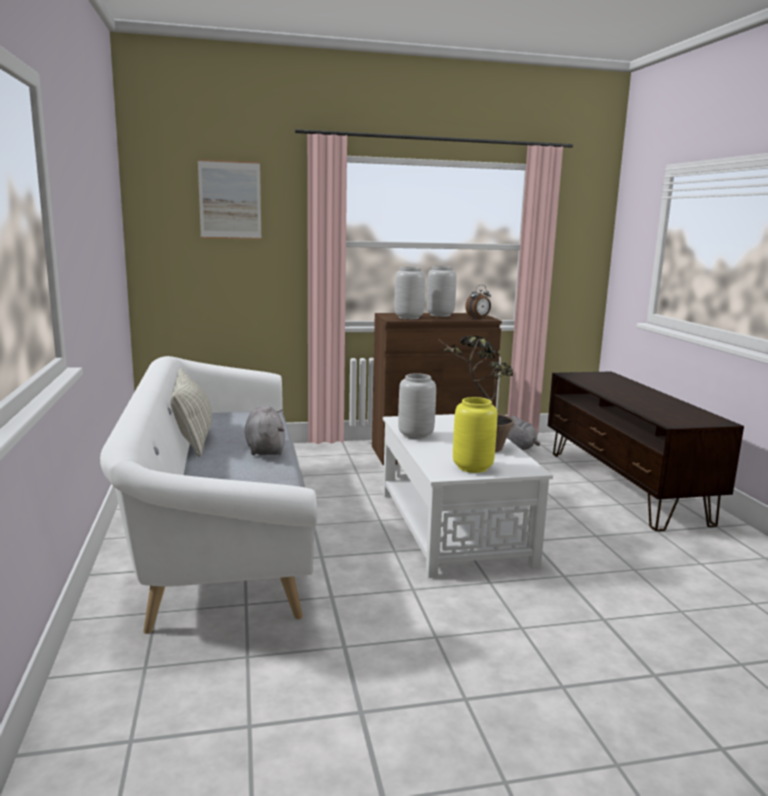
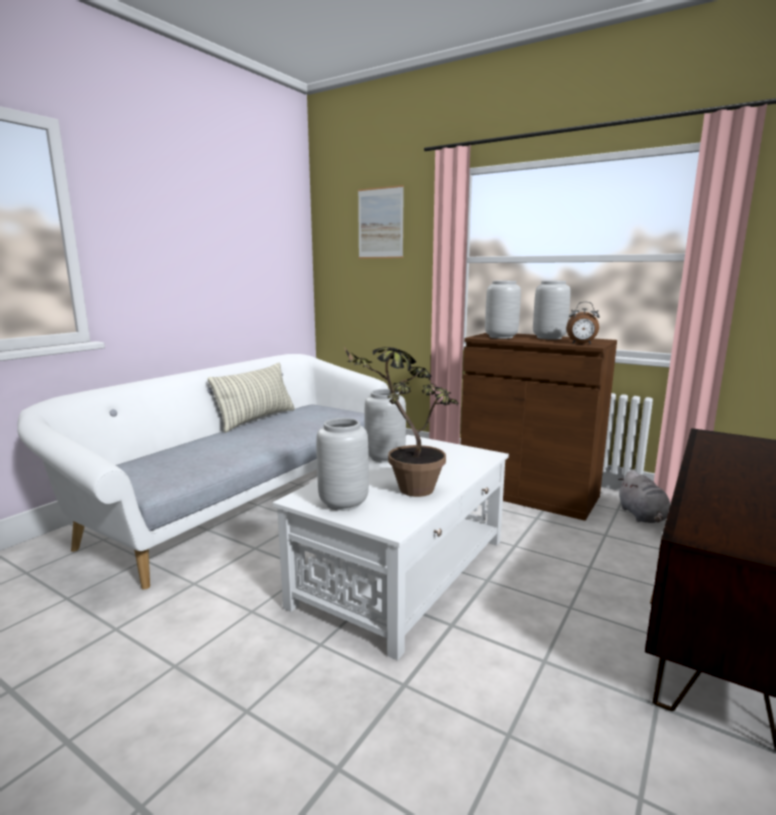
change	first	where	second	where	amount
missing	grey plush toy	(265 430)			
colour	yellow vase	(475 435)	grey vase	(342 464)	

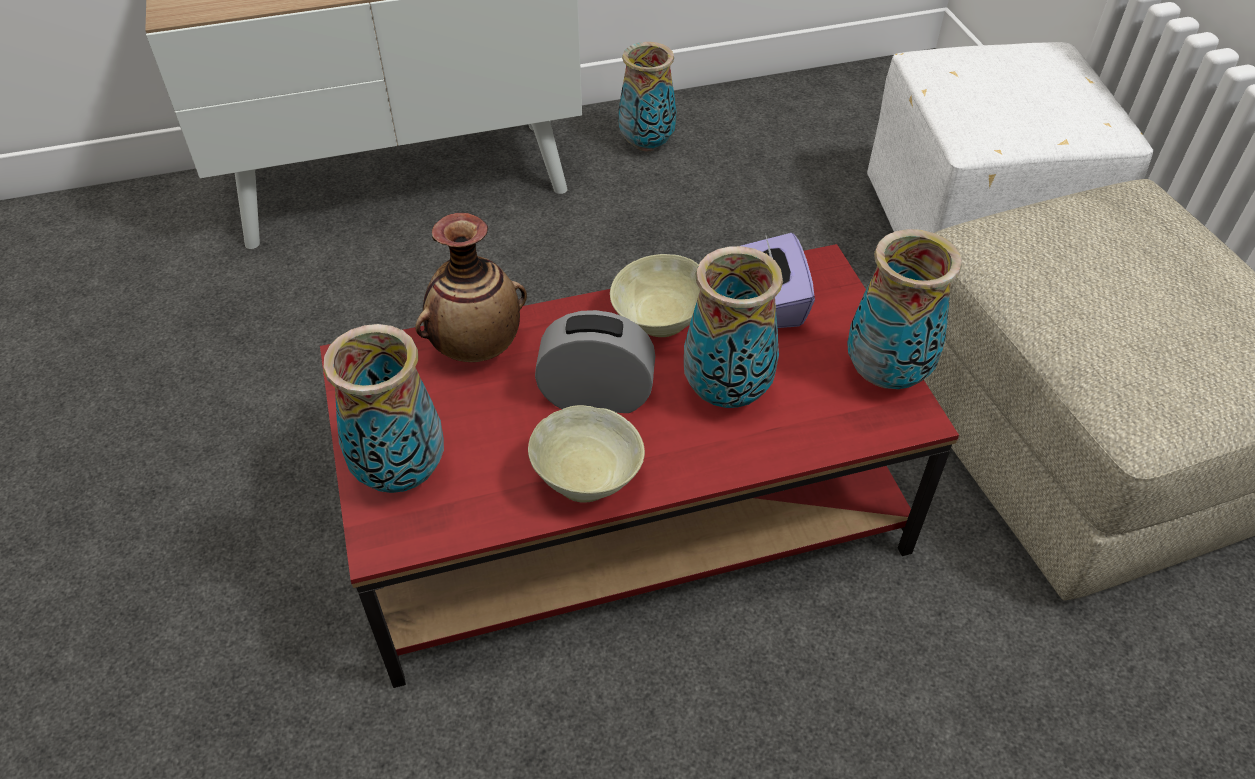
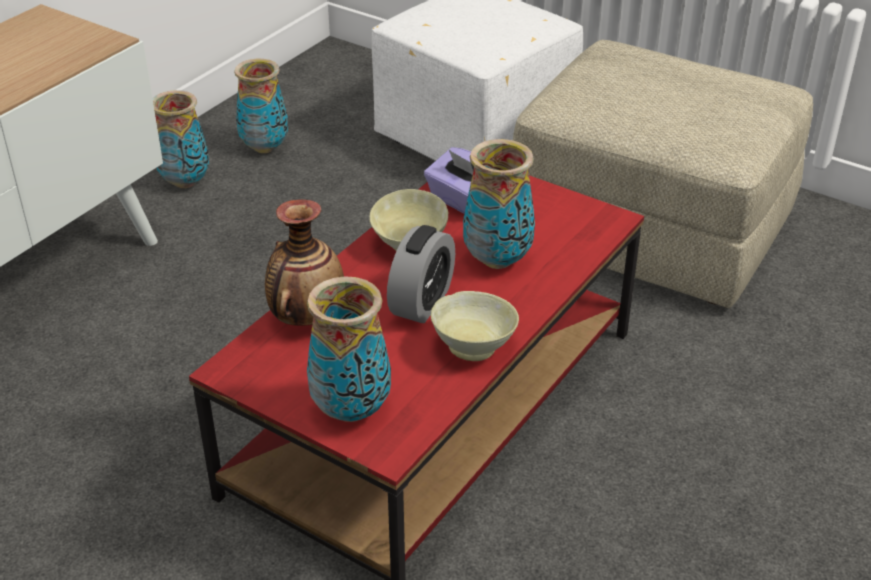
change	first	where	second	where	amount
relocated	vase	(904 309)		(261 106)	
spun	alarm clock	(595 361)		(421 274)	150 degrees clockwise

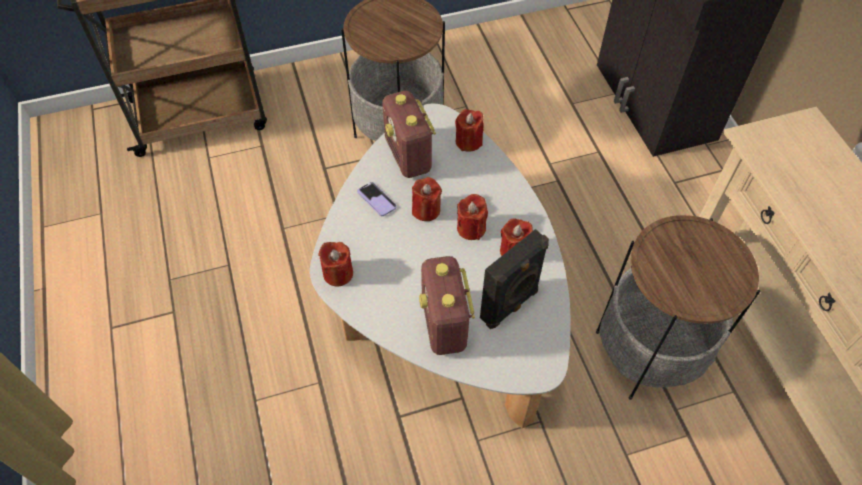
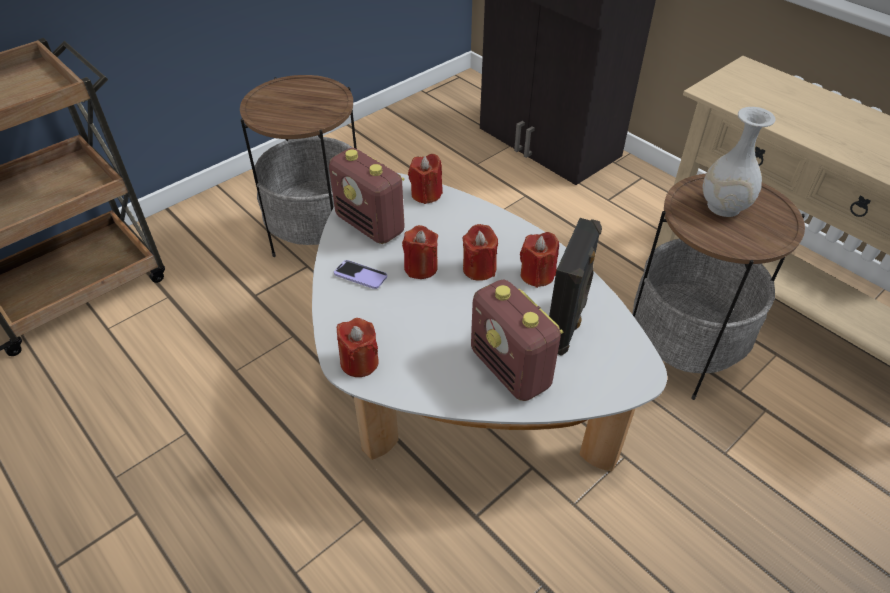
change	first	where	second	where	amount
appeared			white vase	(739 162)	

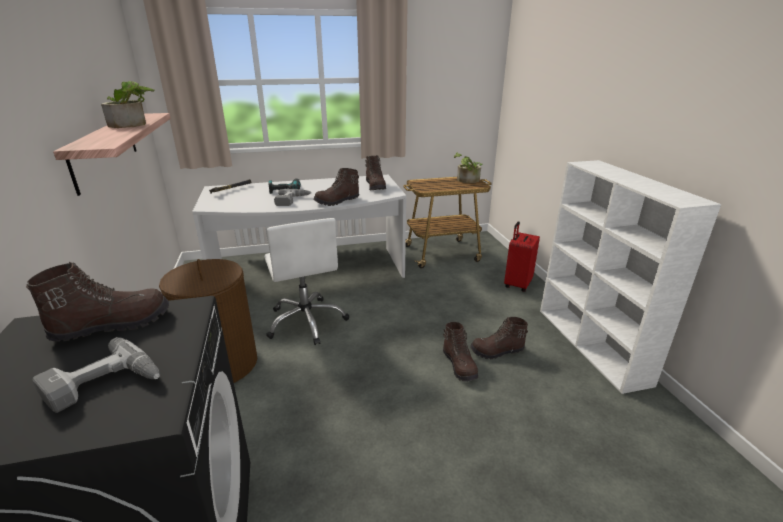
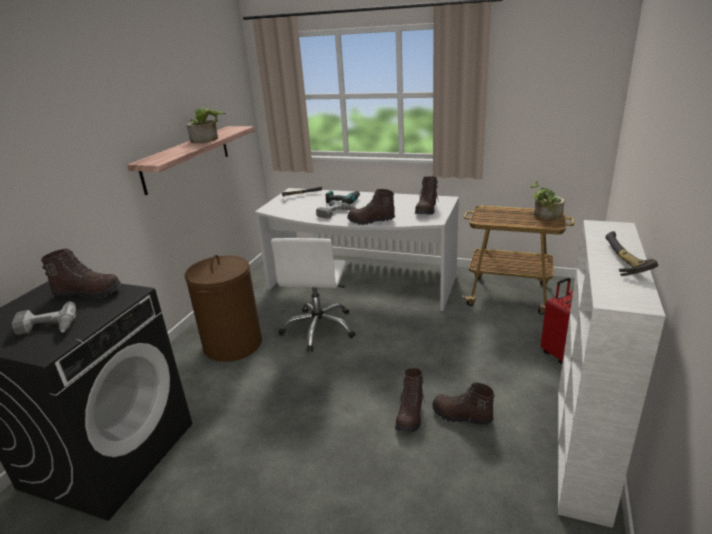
change	first	where	second	where	amount
appeared			hammer	(632 253)	

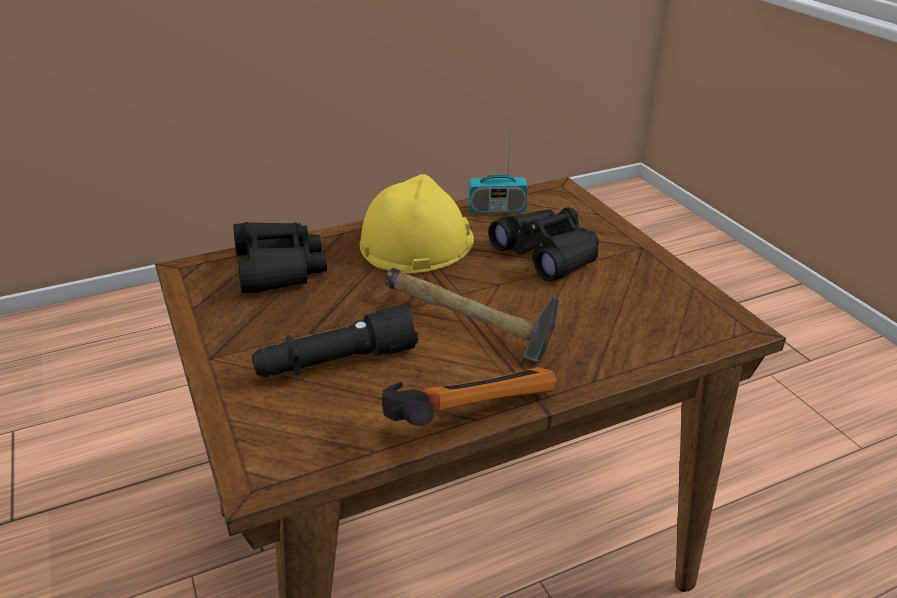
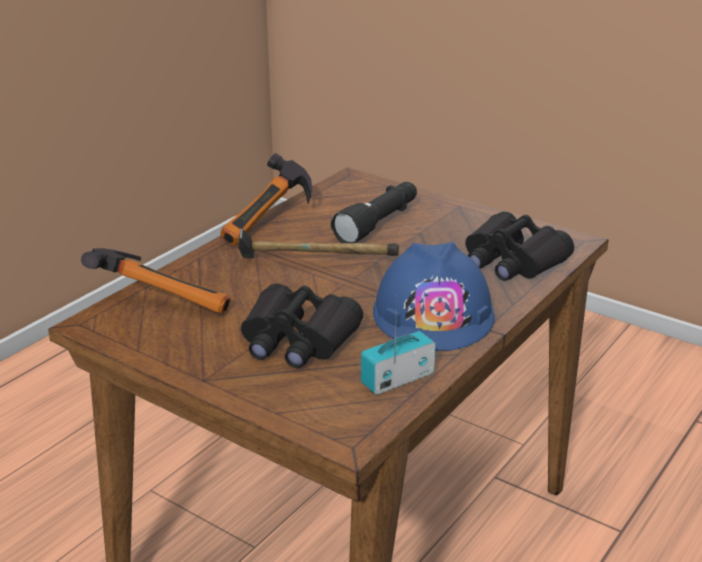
change	first	where	second	where	amount
appeared			hammer	(156 280)	
colour	yellow hard hat	(417 223)	blue hard hat	(434 296)	

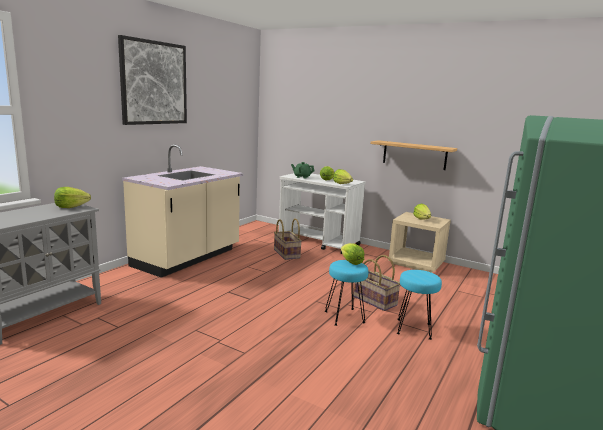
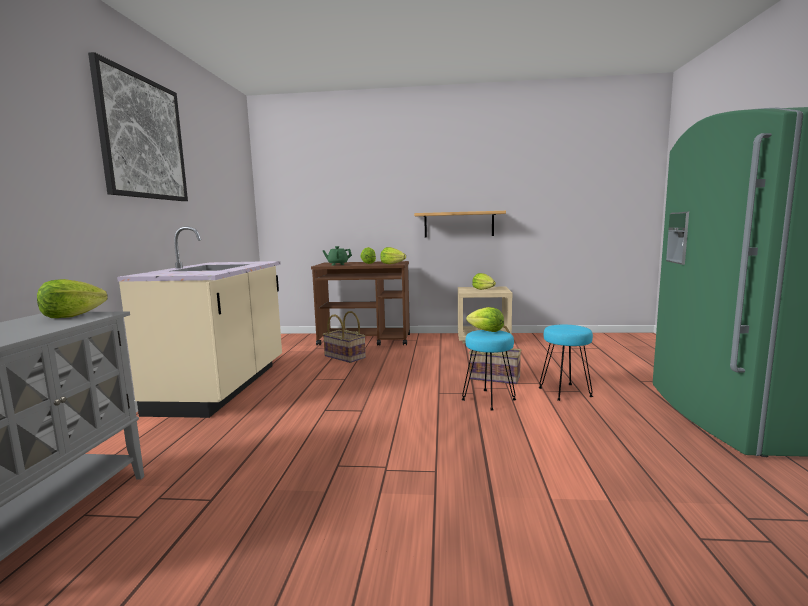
change	first	where	second	where	amount
colour	white cart	(322 213)	brown cart	(360 303)	

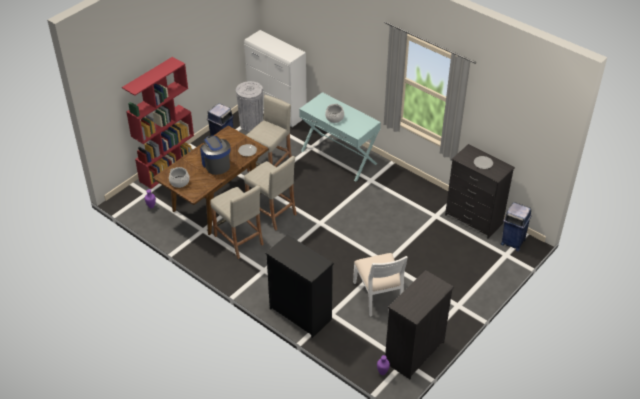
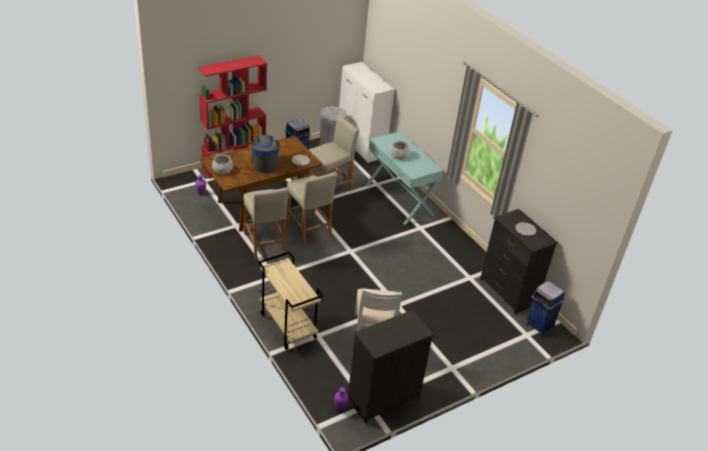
change	first	where	second	where	amount
exchanged	black dresser	(299 286)	beige cart	(291 301)	

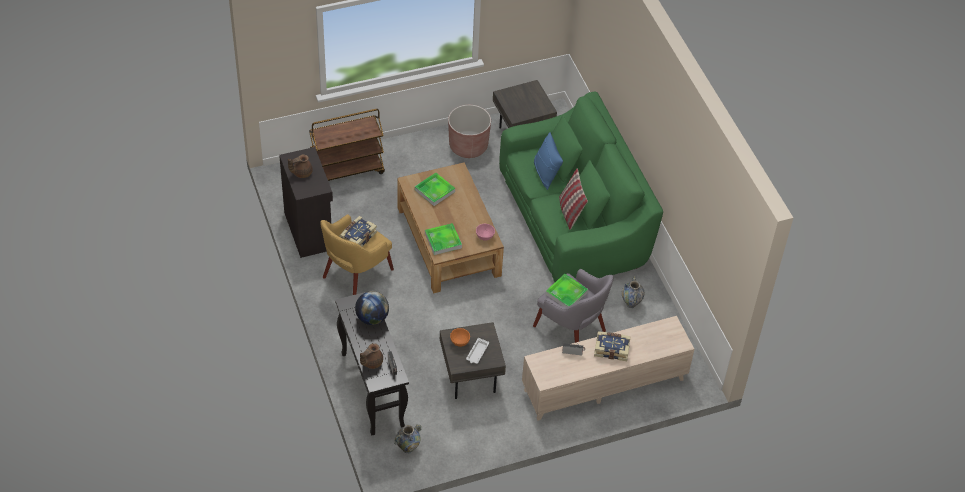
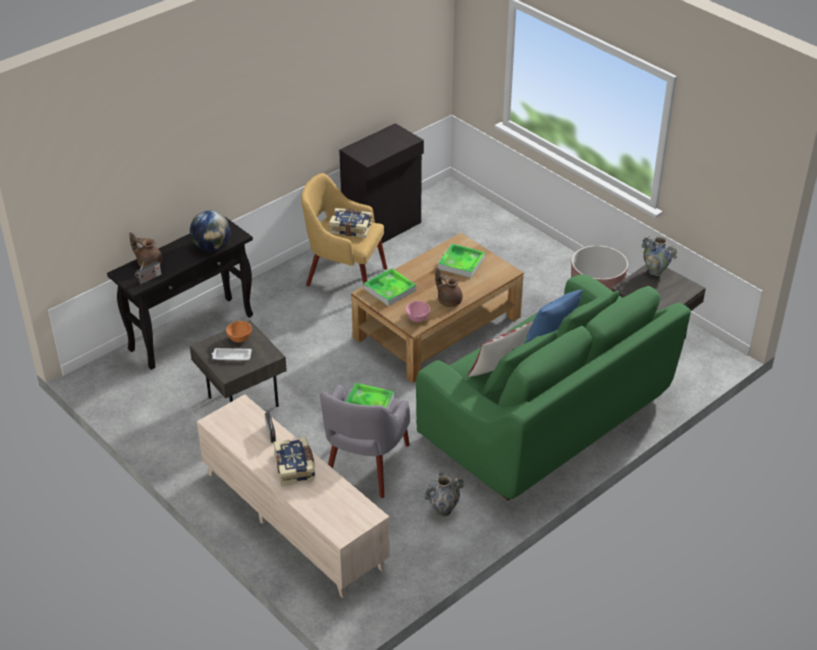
change	first	where	second	where	amount
missing	brown cart	(347 145)			
relocated	brown teapot	(300 166)		(449 287)	
relocated	vase	(408 439)		(659 256)	

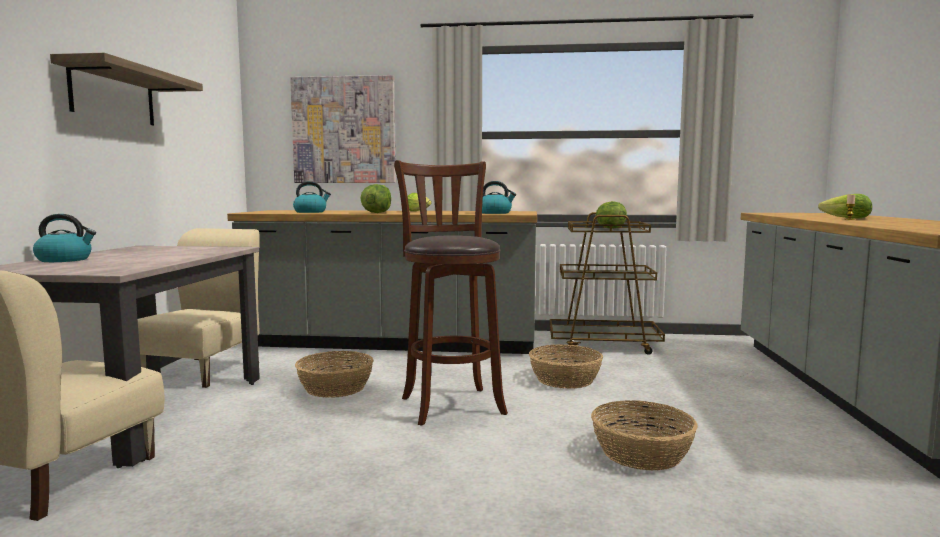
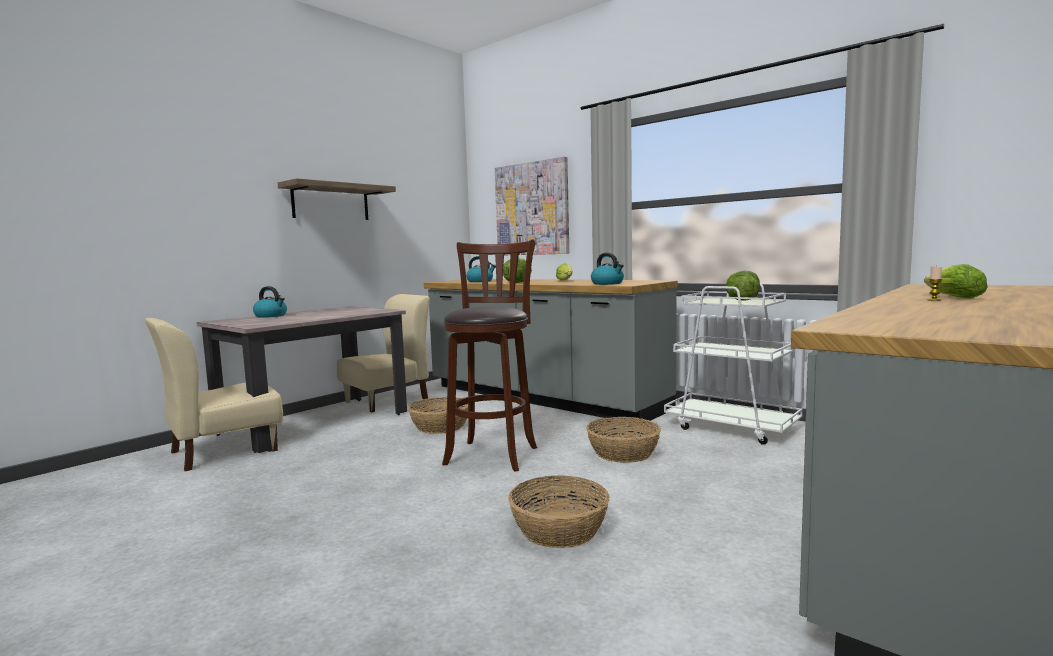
change	first	where	second	where	amount
colour	brown cart	(607 283)	white cart	(733 364)	

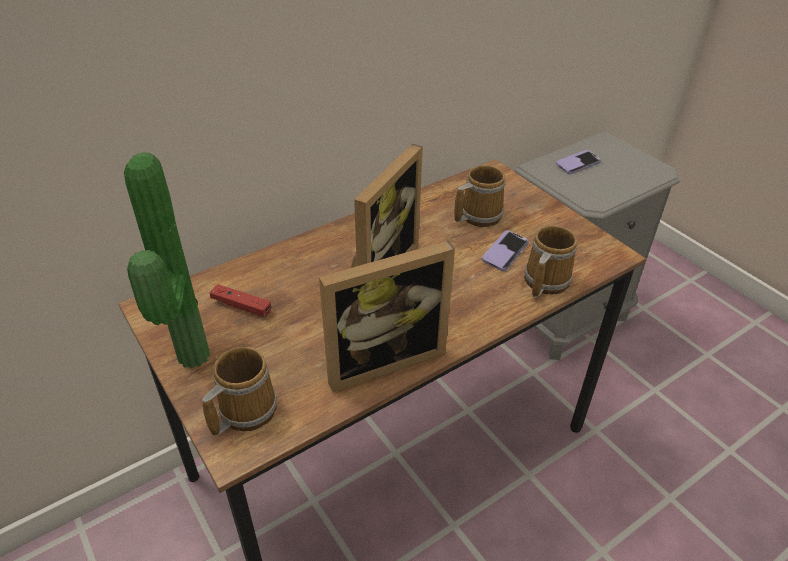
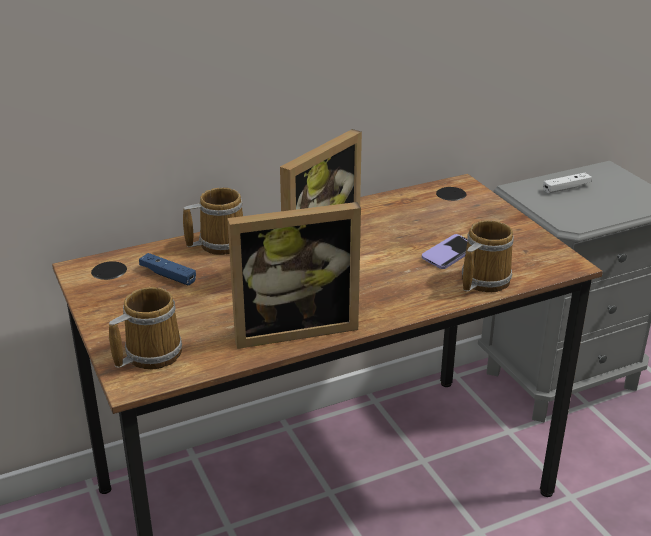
change	first	where	second	where	amount
missing	potted plant	(167 260)			
relocated	mug	(479 196)		(213 221)	
exchanged	phone	(578 162)	white game controller	(567 183)	
colour	red game controller	(240 300)	blue game controller	(167 269)	

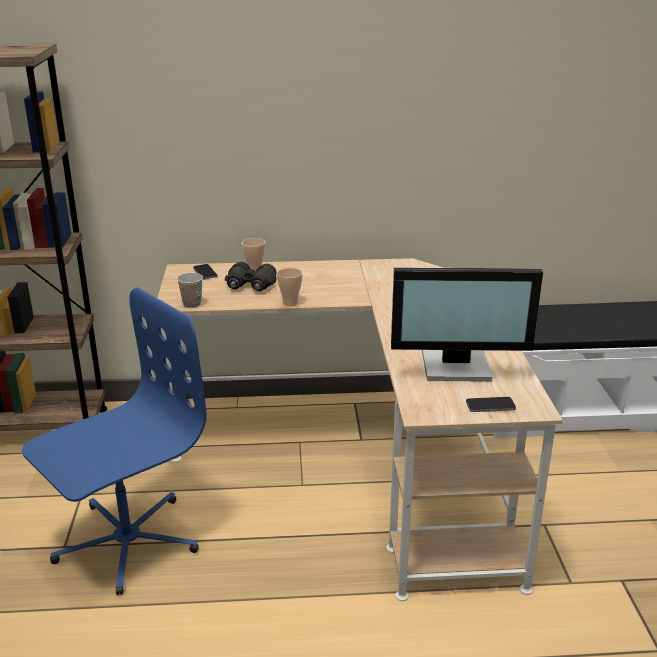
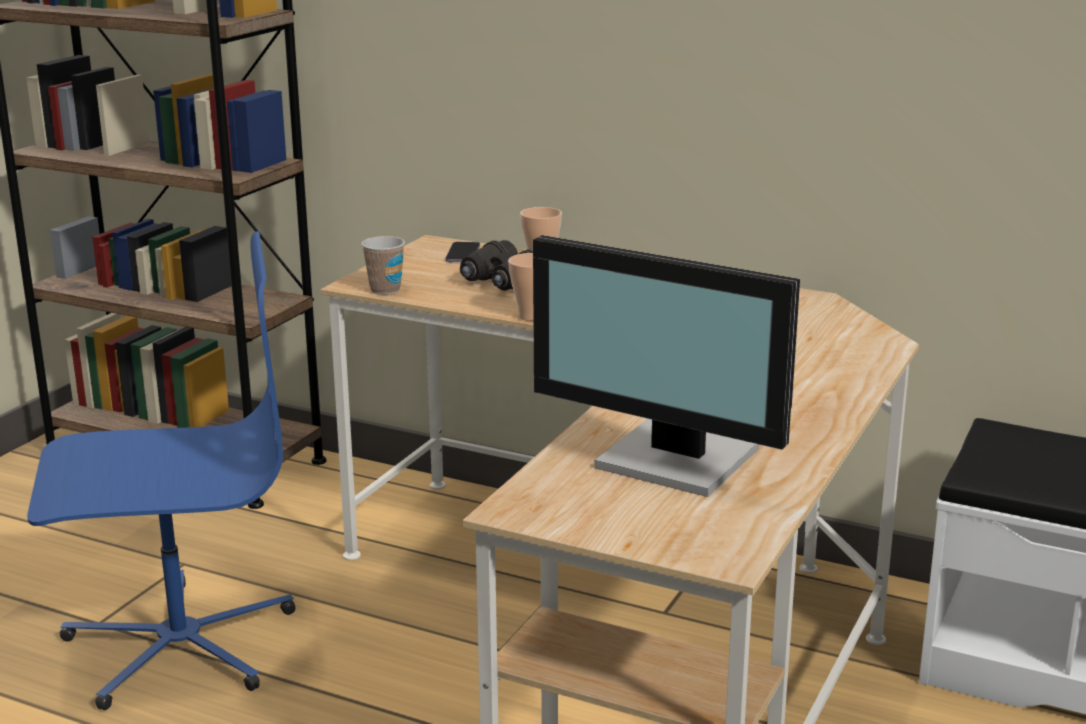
change	first	where	second	where	amount
missing	phone	(491 404)			

